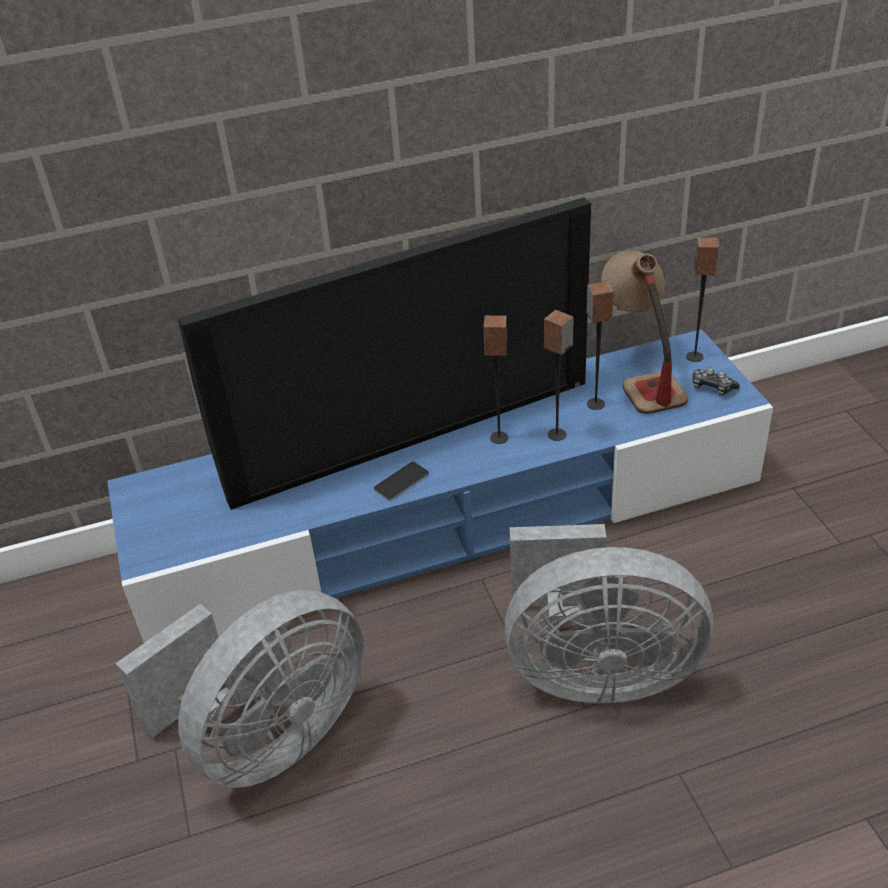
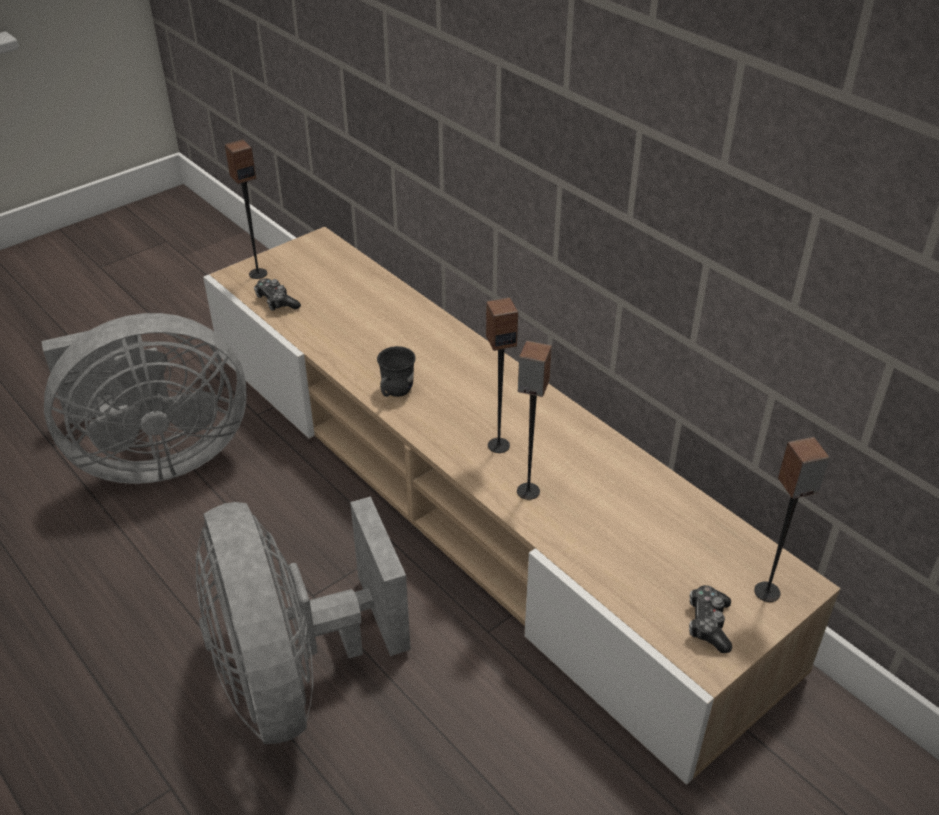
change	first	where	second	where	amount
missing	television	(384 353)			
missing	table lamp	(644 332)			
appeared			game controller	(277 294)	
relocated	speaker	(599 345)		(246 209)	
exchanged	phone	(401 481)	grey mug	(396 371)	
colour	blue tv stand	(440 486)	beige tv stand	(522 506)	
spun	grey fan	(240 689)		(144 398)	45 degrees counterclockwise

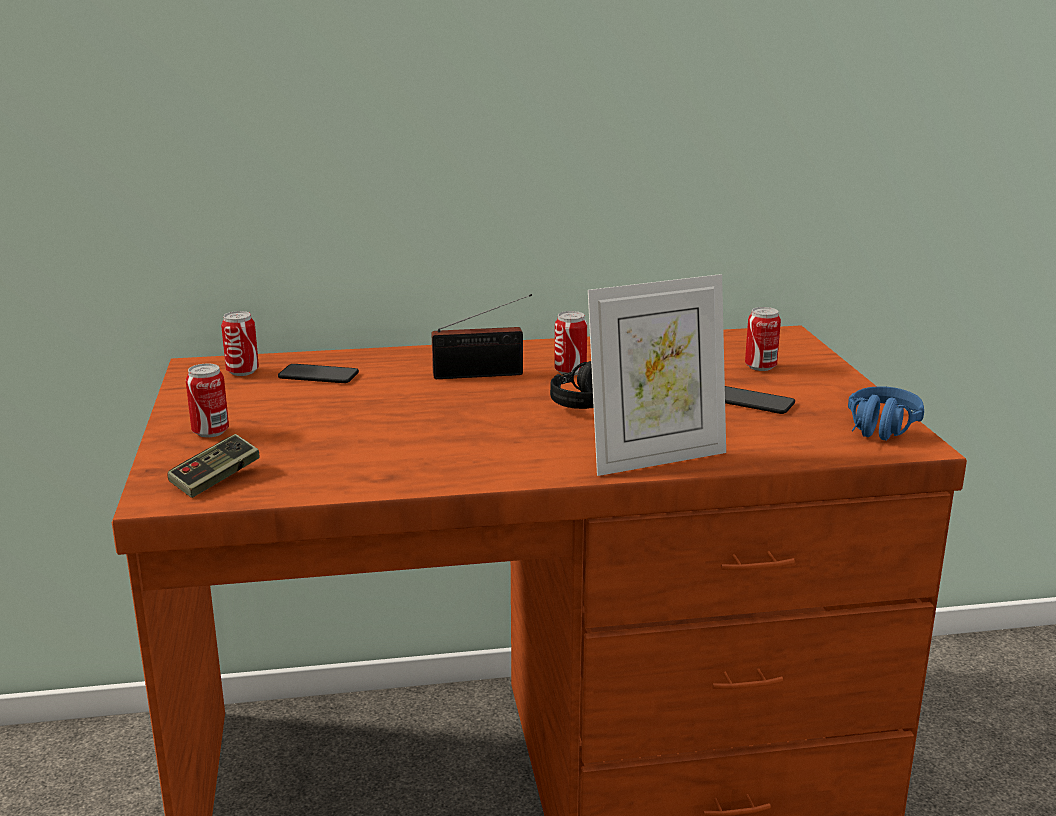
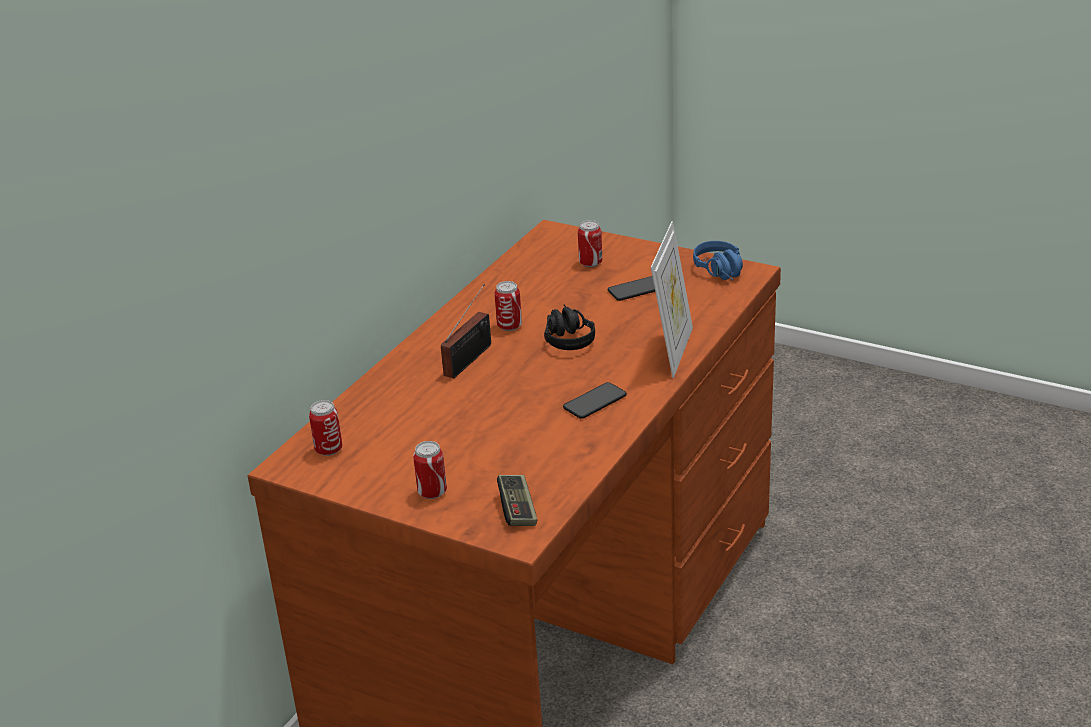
change	first	where	second	where	amount
relocated	phone	(318 373)		(595 400)	

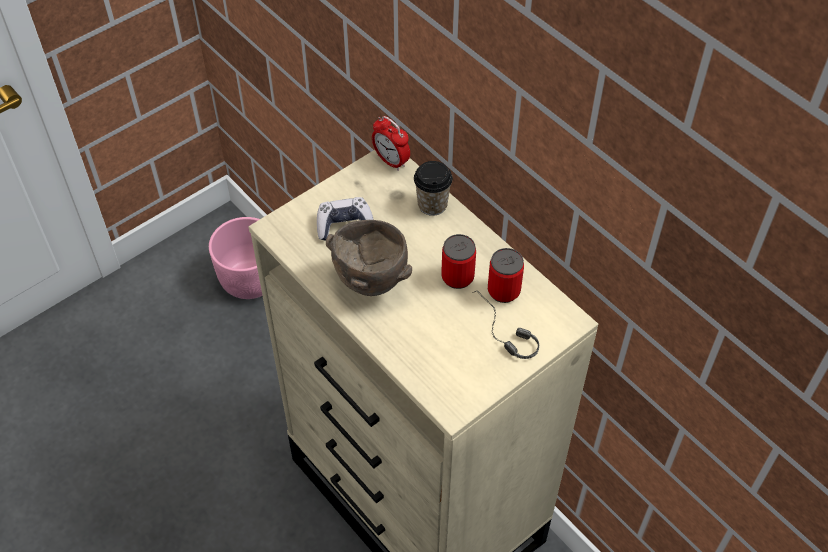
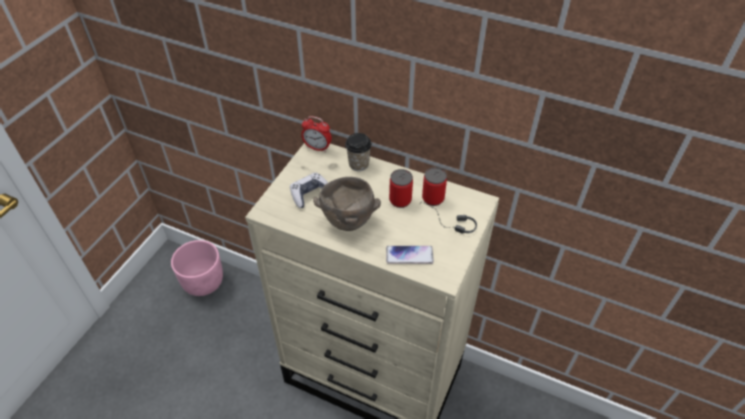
change	first	where	second	where	amount
appeared			phone	(410 255)	

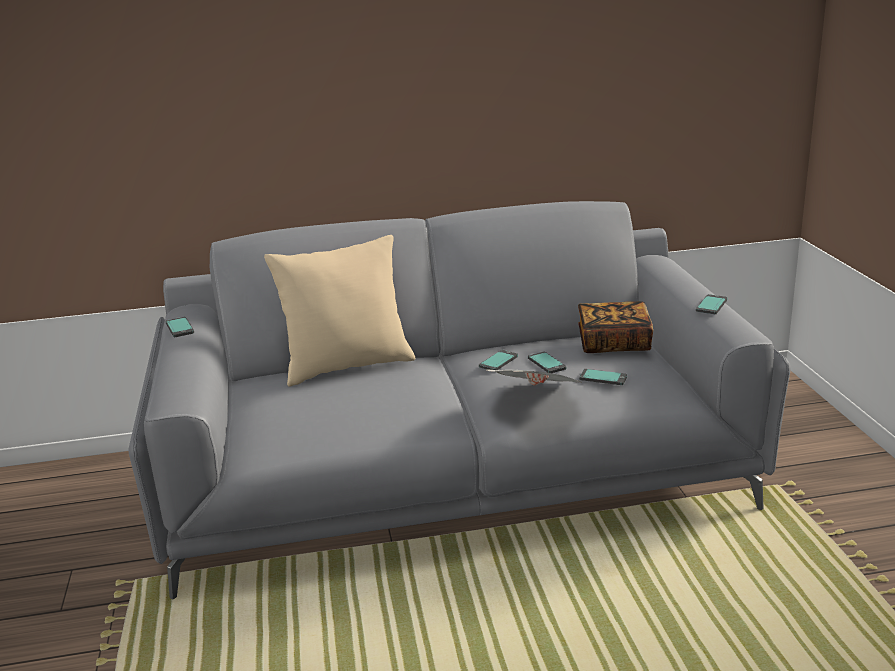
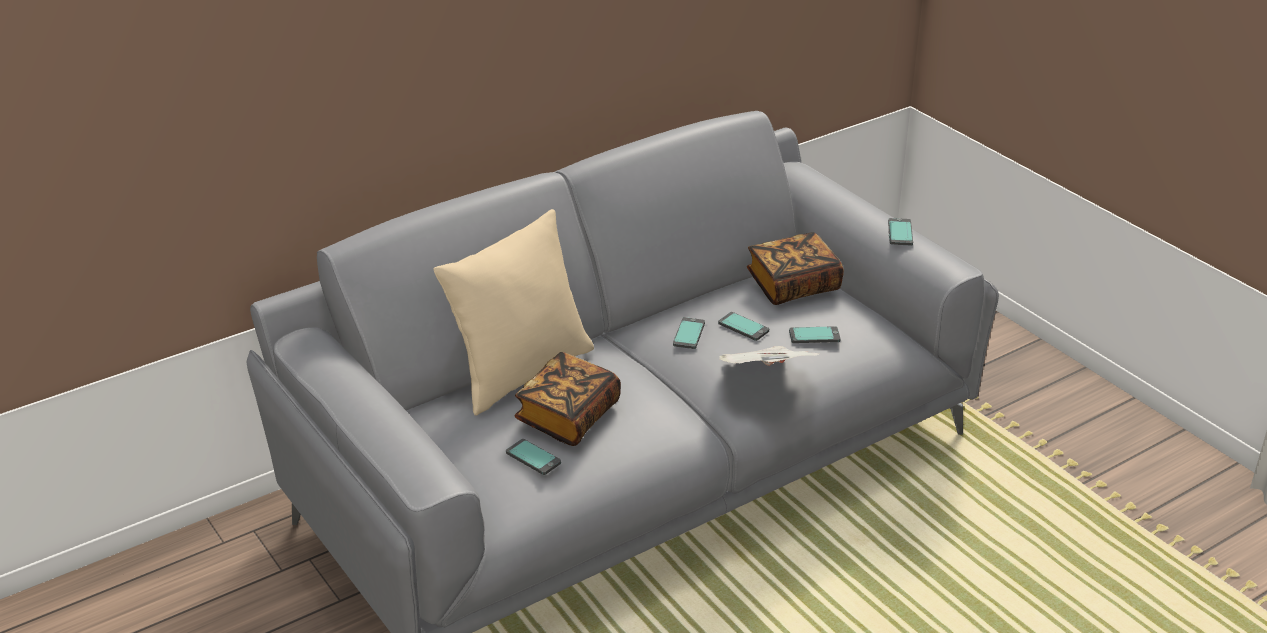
change	first	where	second	where	amount
appeared			book	(567 399)	
relocated	phone	(180 327)		(533 457)	

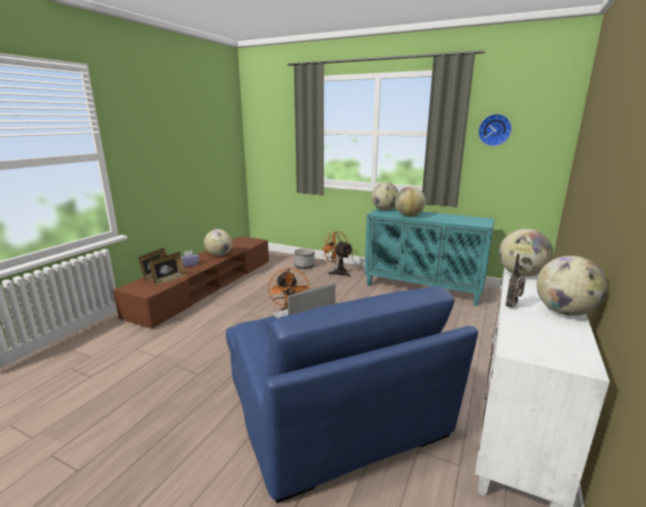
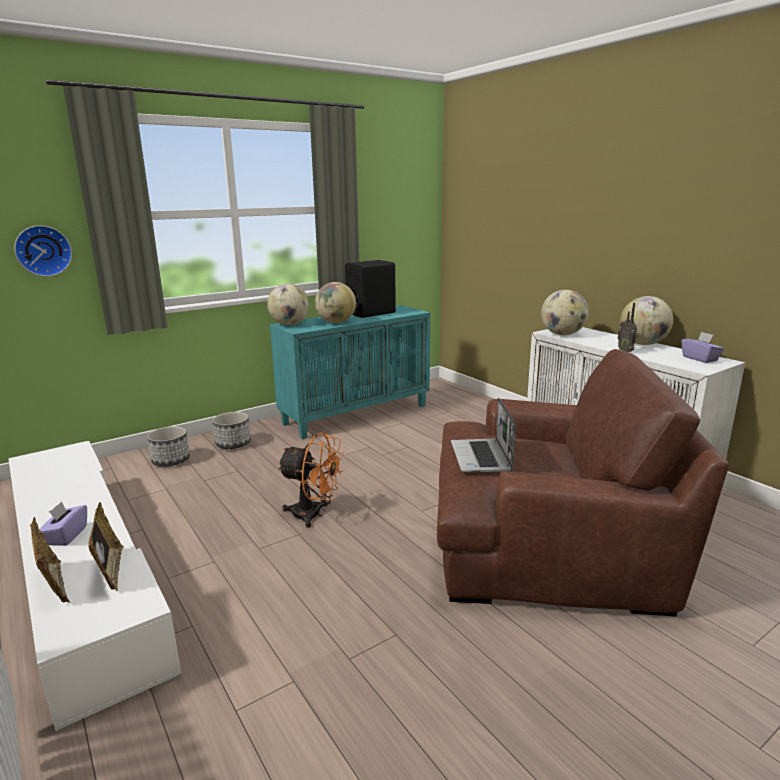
change	first	where	second	where	amount
missing	globe	(218 242)			
appeared			black speaker	(370 289)	
appeared			purple tissue box	(703 347)	
relocated	wall clock	(495 130)		(43 250)	
exchanged	orange fan	(336 254)	planter	(232 430)	
colour	brown tv stand	(191 283)	white tv stand	(94 587)	
colour	blue armchair	(352 395)	brown armchair	(583 483)	

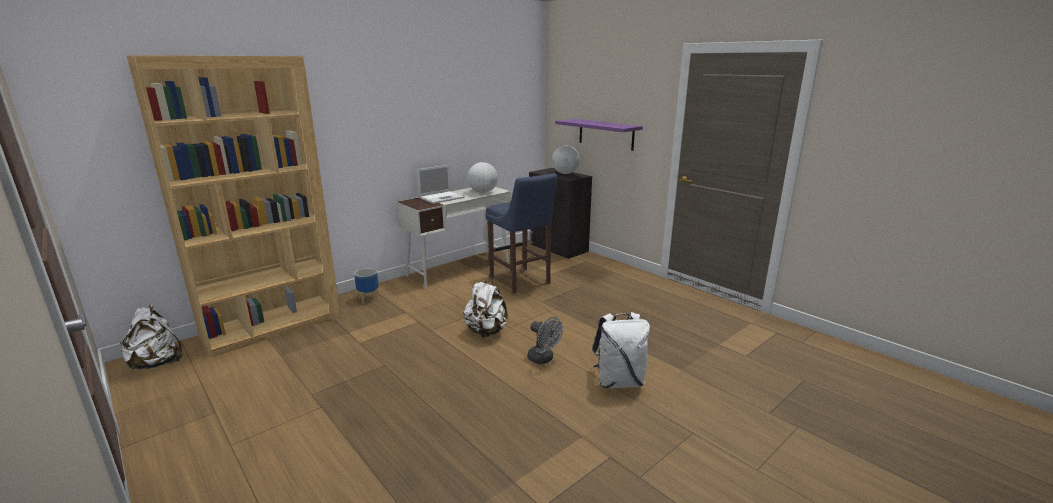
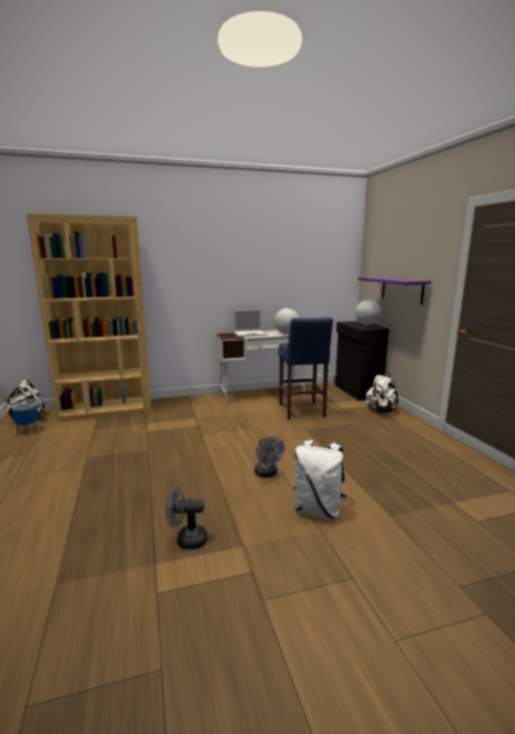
change	first	where	second	where	amount
appeared			grey fan	(186 518)	
relocated	planter	(366 286)		(25 419)	
relocated	white backpack	(485 307)		(382 393)	

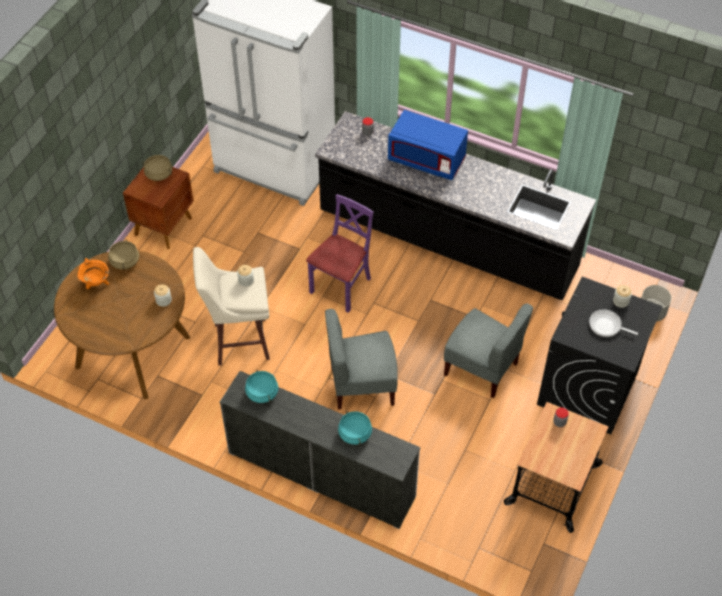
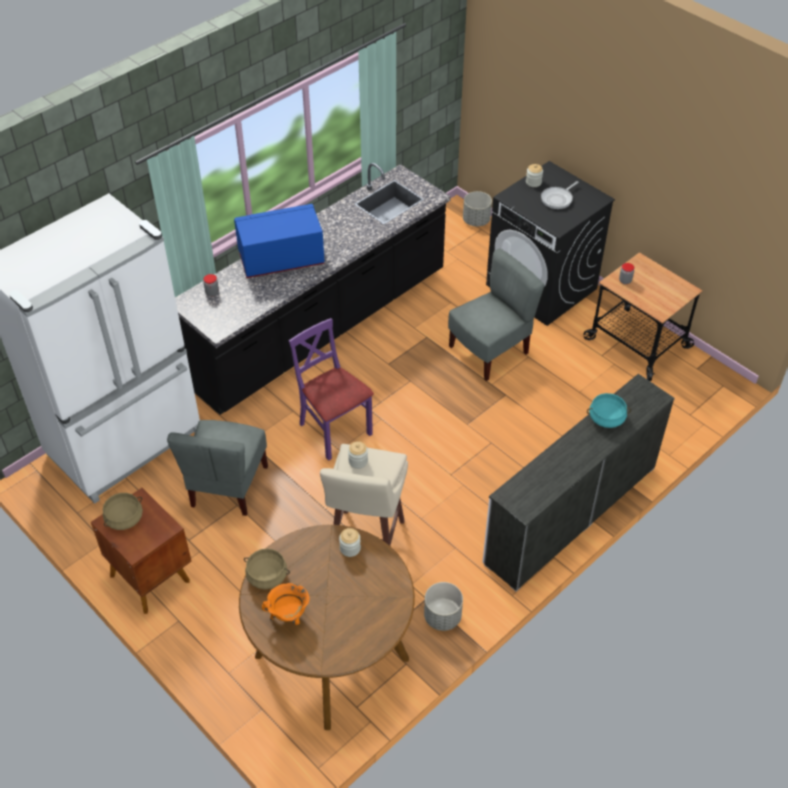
change	first	where	second	where	amount
missing	turquoise cooking pot	(261 386)			
appeared			grey planter	(443 606)	
relocated	grey chair	(361 359)		(217 468)	
spun	blue microwave	(428 145)		(279 241)	150 degrees counterclockwise

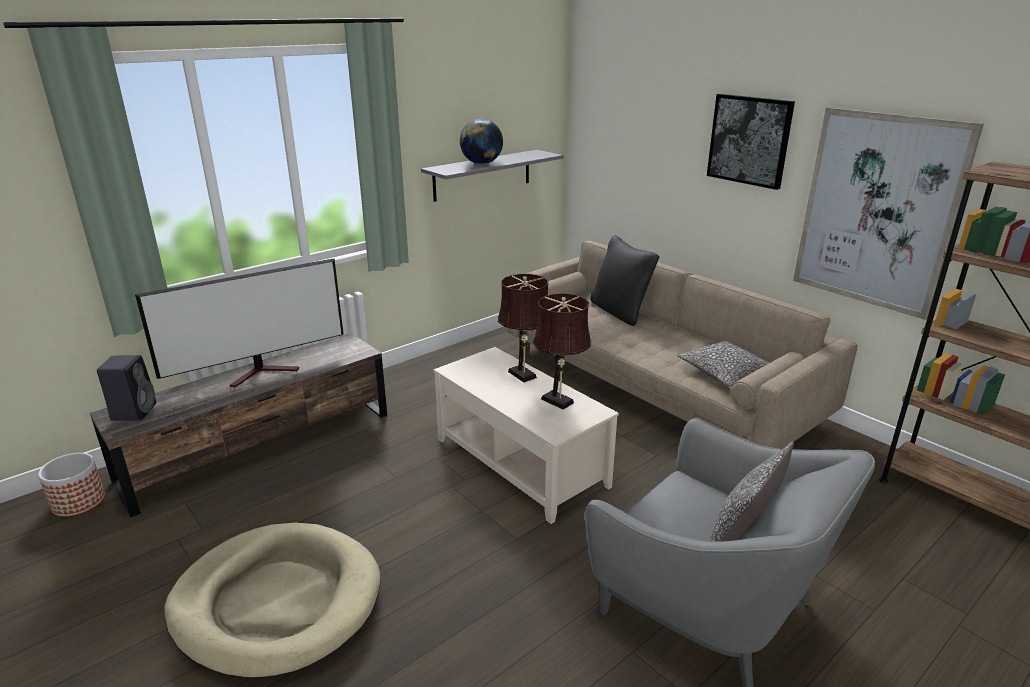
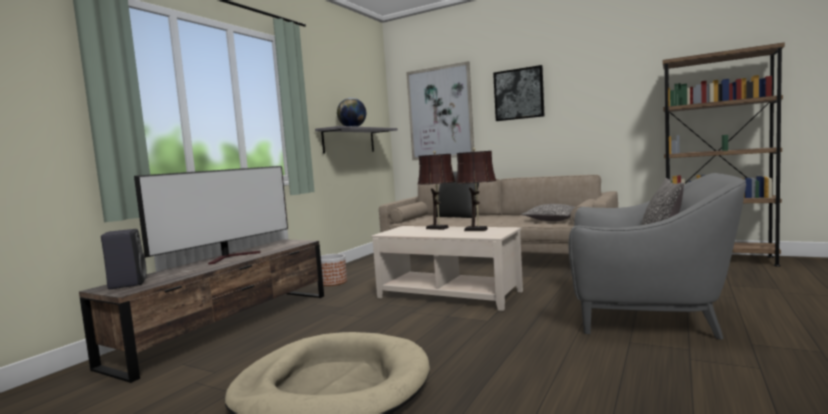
change	first	where	second	where	amount
relocated	planter	(71 485)		(334 270)	
relocated	picture	(888 213)		(440 110)	

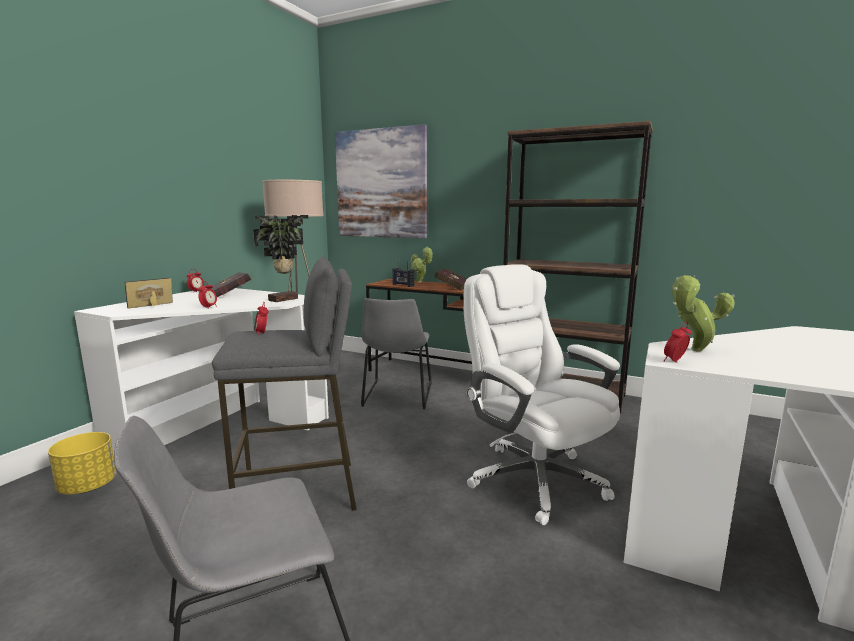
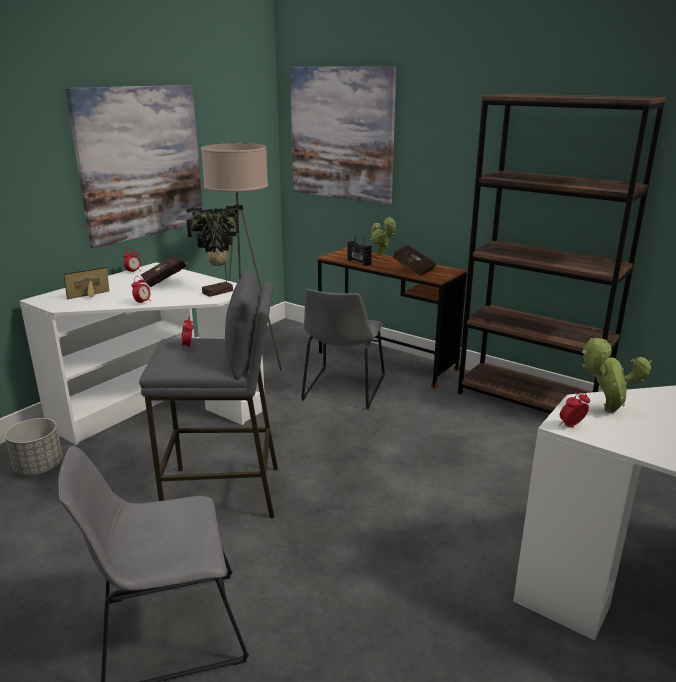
change	first	where	second	where	amount
missing	white office chair	(541 394)			
appeared			picture	(134 166)	
colour	yellow planter	(82 463)	grey planter	(34 446)	

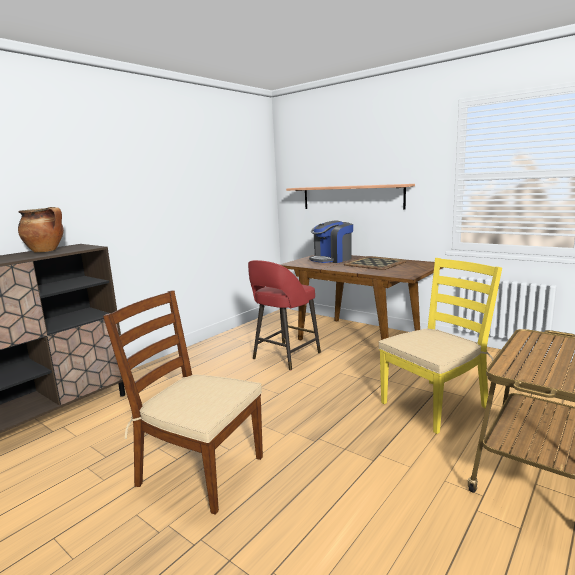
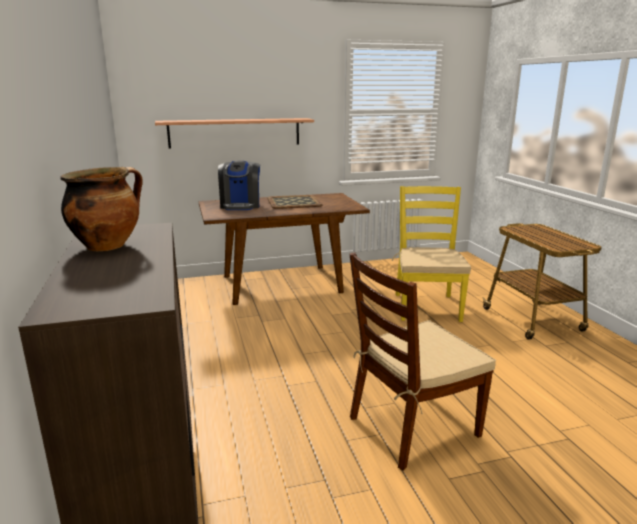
change	first	where	second	where	amount
missing	red stool	(284 315)			

